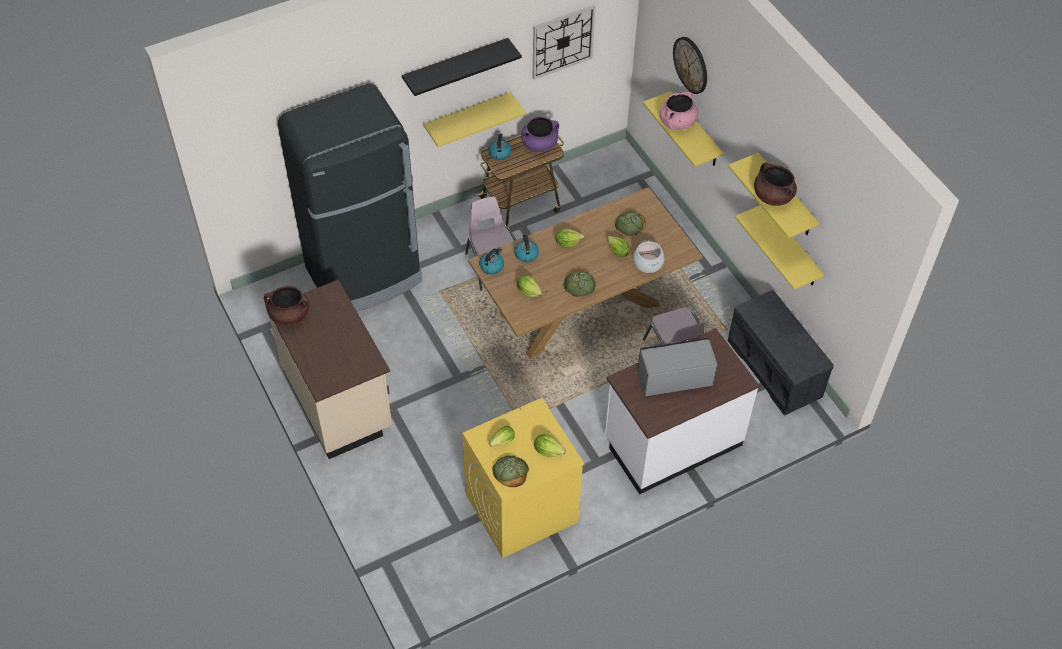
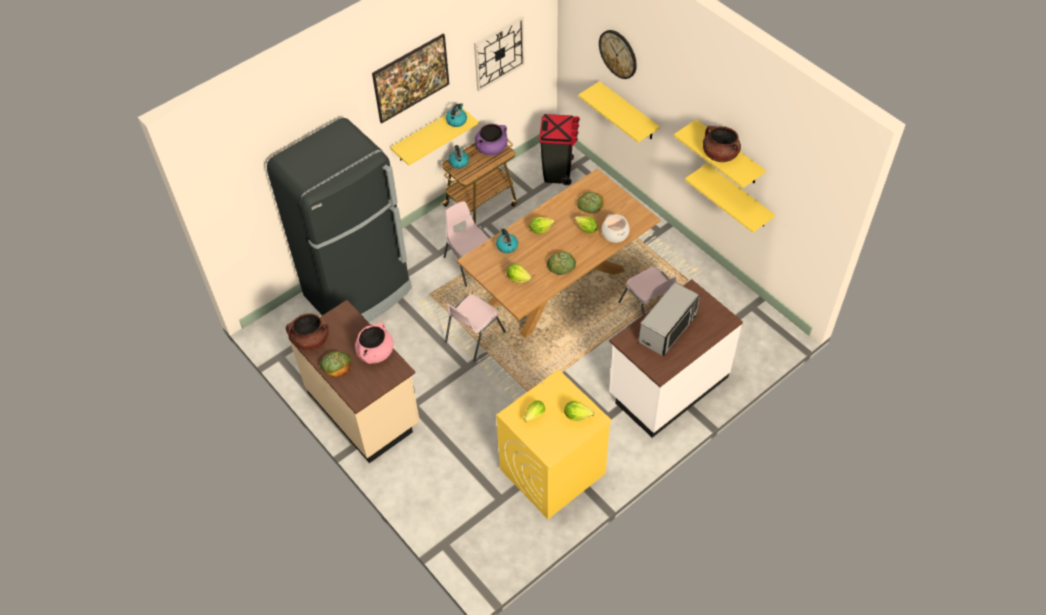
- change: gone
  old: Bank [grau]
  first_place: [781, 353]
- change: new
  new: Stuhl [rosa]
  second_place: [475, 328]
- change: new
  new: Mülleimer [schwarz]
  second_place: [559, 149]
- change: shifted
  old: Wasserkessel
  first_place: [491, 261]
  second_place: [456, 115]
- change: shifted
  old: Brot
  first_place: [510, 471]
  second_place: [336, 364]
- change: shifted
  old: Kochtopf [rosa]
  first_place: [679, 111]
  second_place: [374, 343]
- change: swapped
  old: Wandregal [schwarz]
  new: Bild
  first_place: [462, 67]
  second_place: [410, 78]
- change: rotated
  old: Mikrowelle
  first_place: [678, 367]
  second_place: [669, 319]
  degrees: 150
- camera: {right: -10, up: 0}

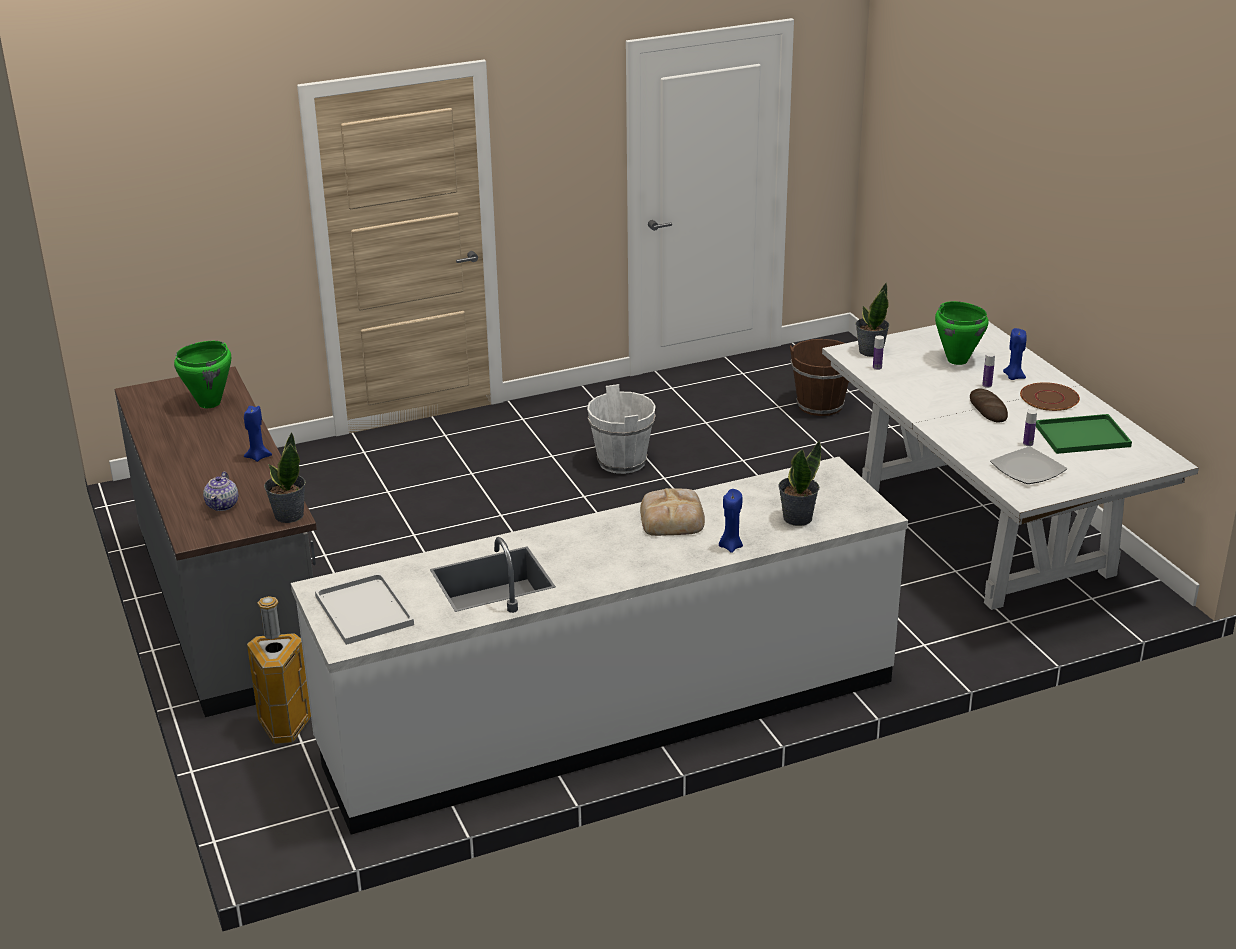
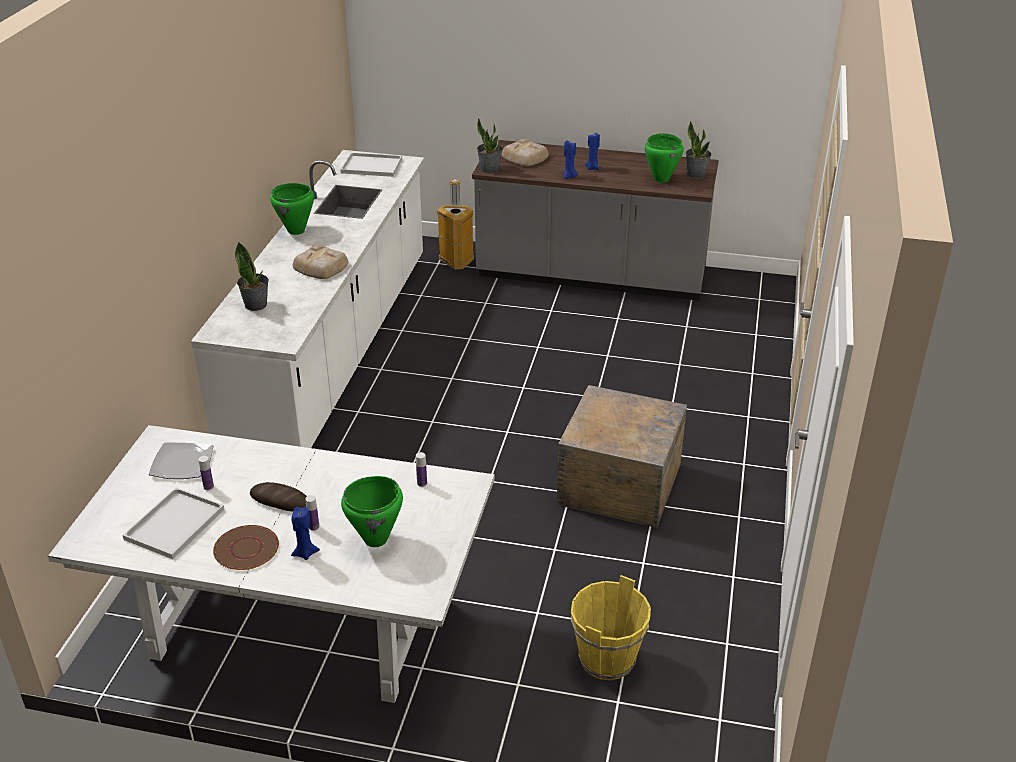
- change: new
  new: Kochtopf [grün]
  second_place: [292, 209]
- change: shifted
  old: Kerze [blau]
  first_place: [731, 521]
  second_place: [592, 151]
- change: shifted
  old: Topfpflanze
  first_place: [872, 320]
  second_place: [698, 150]
- change: swapped
  old: Teekanne
  new: Brot
  first_place: [220, 491]
  second_place: [525, 152]
- change: swapped
  old: Eimer [weiß]
  new: Kiste
  first_place: [621, 429]
  second_place: [621, 456]
- change: repainted
  old: Eimer [braun]
  new: Eimer [gelb]
  first_place: [819, 377]
  second_place: [611, 627]
- change: repainted
  old: Tablett [grün]
  new: Tablett [weiß]
  first_place: [1084, 434]
  second_place: [174, 523]
- camera: {right: 125, up: 5}

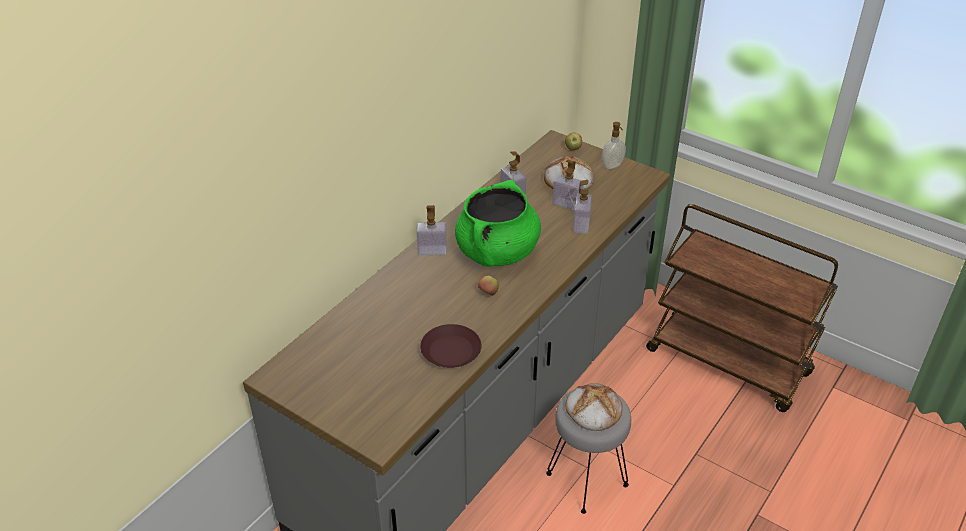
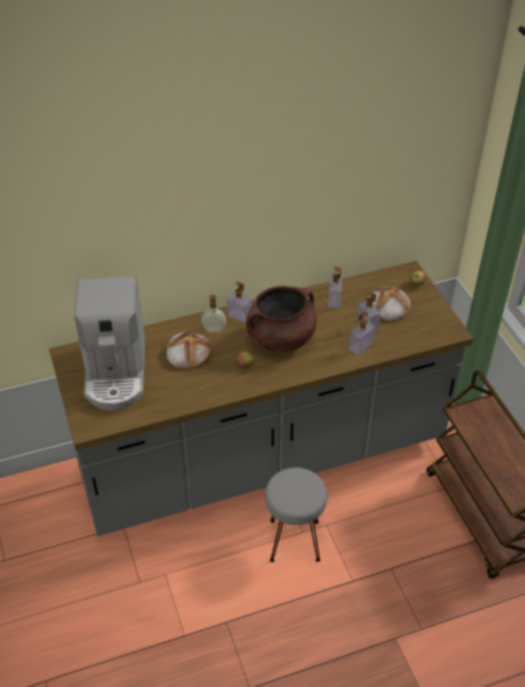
- change: gone
  old: Teller [braun]
  first_place: [450, 346]
- change: new
  new: Kaffeemaschine
  second_place: [109, 344]
- change: shifted
  old: Brot
  first_place: [594, 407]
  second_place: [189, 350]
- change: shifted
  old: Seifenspender
  first_place: [614, 145]
  second_place: [214, 313]
- change: repainted
  old: Kochtopf [grün]
  new: Kochtopf [braun]
  first_place: [498, 223]
  second_place: [281, 318]
- camera: {right: 35, up: 5}

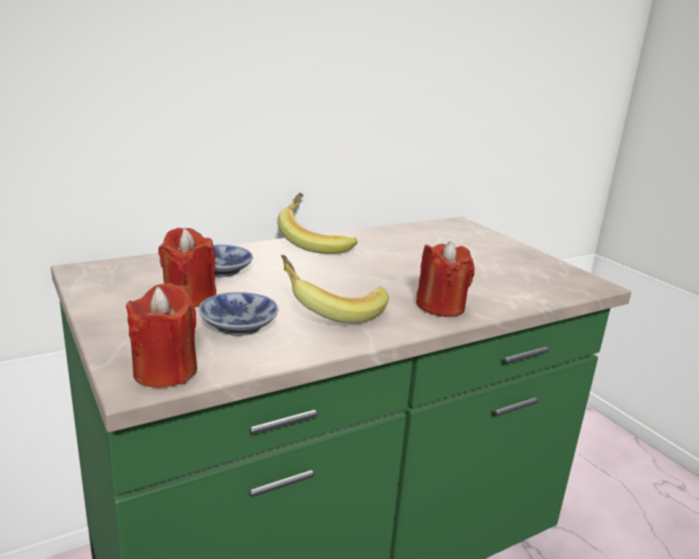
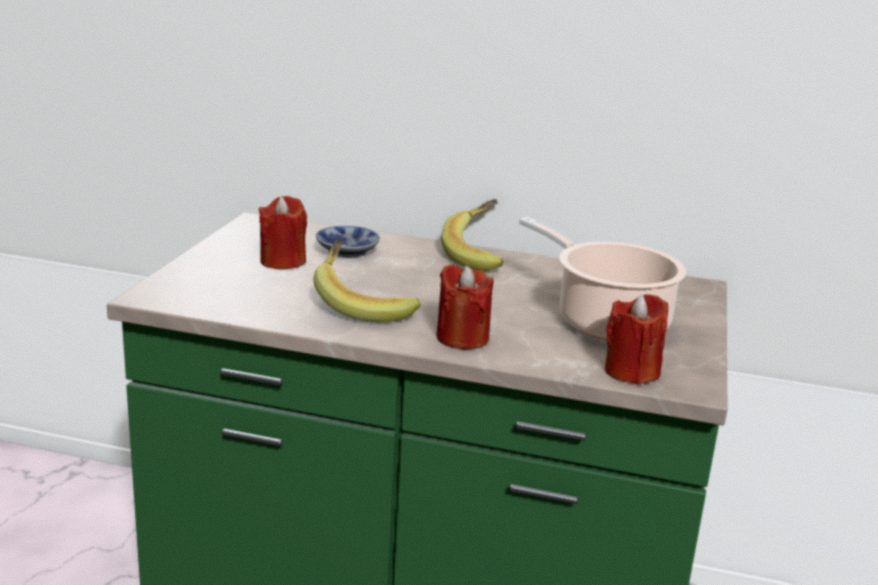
- change: gone
  old: Schüssel
  first_place: [238, 314]
- change: new
  new: Kochtopf
  second_place: [602, 278]
- change: shifted
  old: Kerze [rot]
  first_place: [161, 335]
  second_place: [636, 339]
- camera: {right: 45, up: 0}

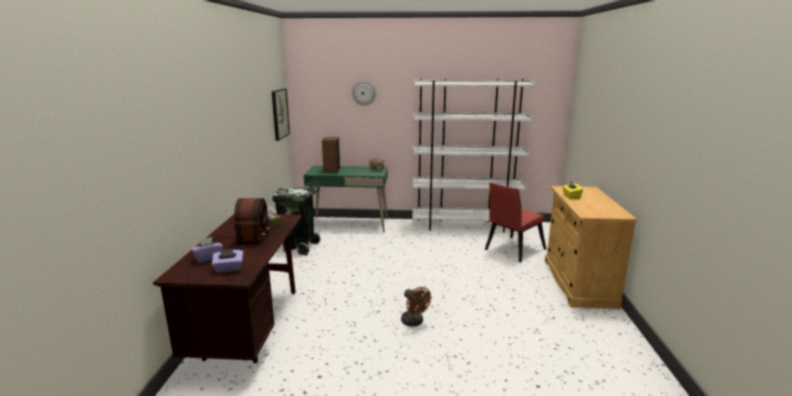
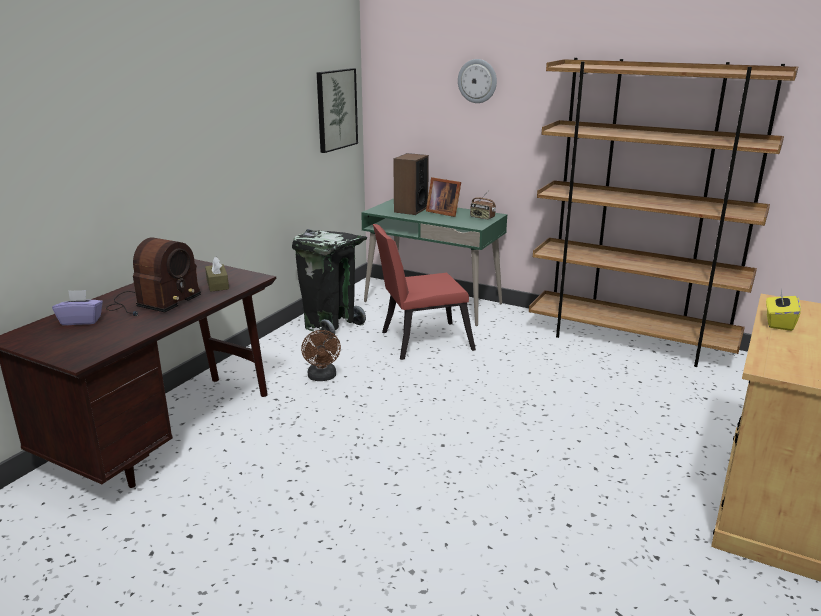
- change: gone
  old: Taschentuchbox [lila]
  first_place: [227, 261]
- change: new
  new: Bilderrahmen
  second_place: [443, 197]
- change: shifted
  old: Ventilator [braun]
  first_place: [416, 306]
  second_place: [321, 355]
- change: shifted
  old: Stuhl [rot]
  first_place: [515, 222]
  second_place: [424, 292]
- change: repainted
  old: Bücherregal [weiß]
  new: Bücherregal [braun]
  first_place: [474, 156]
  second_place: [663, 212]
- camera: {right: 25, up: 5}

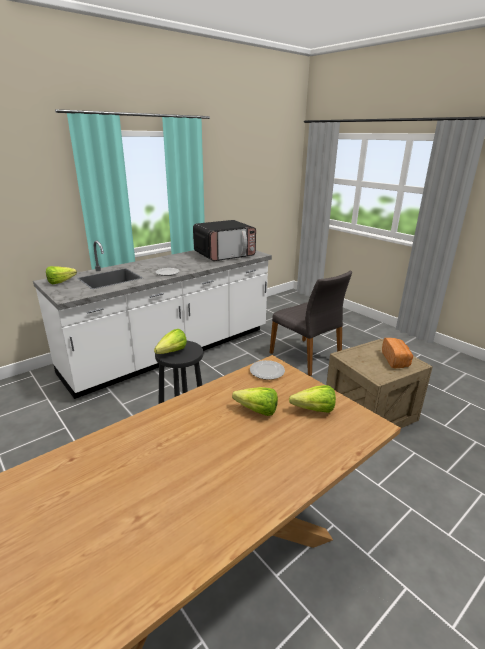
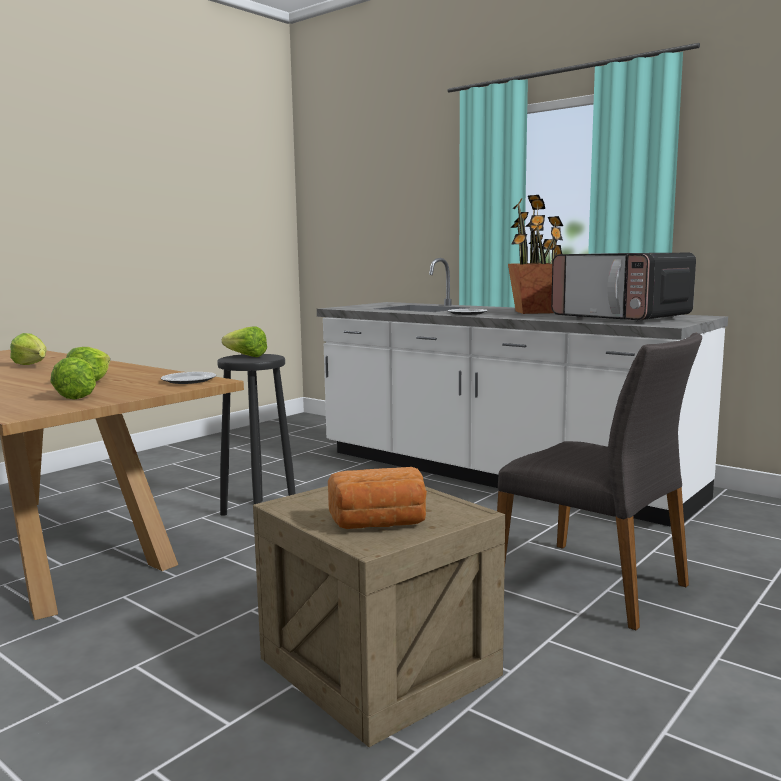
- change: new
  new: Topfpflanze
  second_place: [535, 254]
- change: shifted
  old: Salatkopf
  first_place: [61, 275]
  second_place: [28, 349]
- change: rotated
  old: Stuhl [grau]
  first_place: [310, 323]
  second_place: [599, 481]
  degrees: -90
- camera: {right: 80, up: -15}

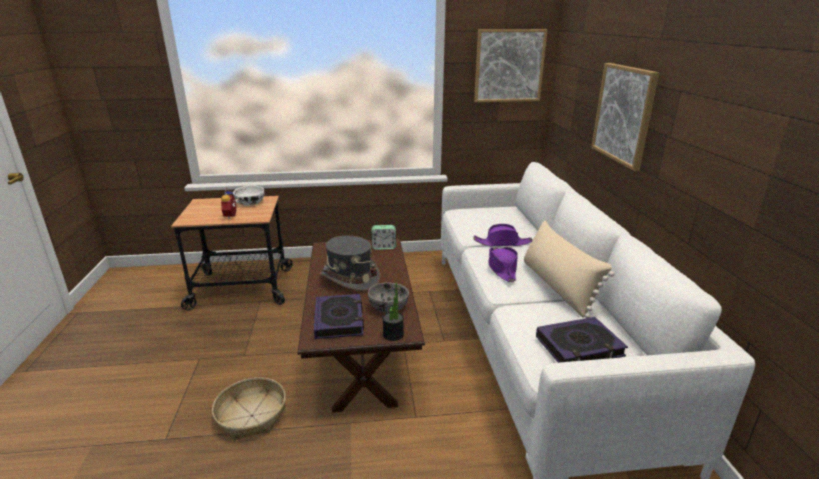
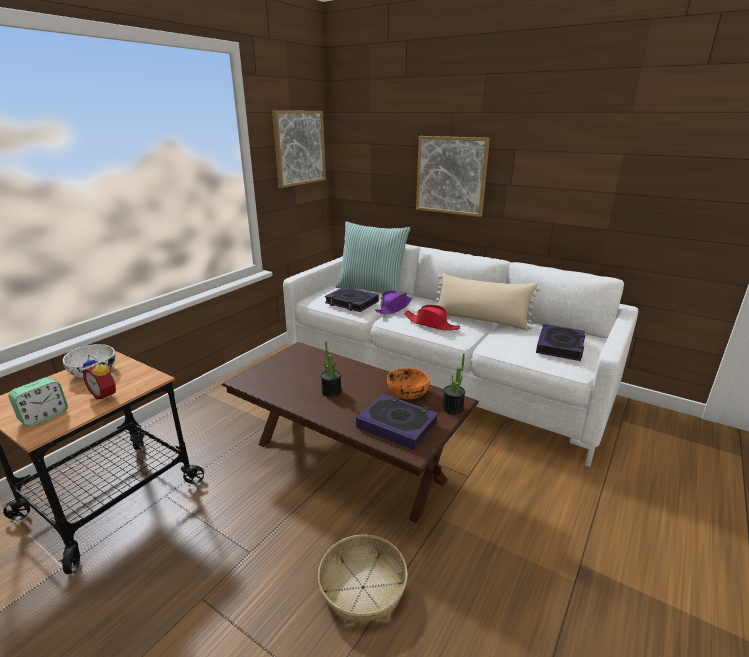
- change: new
  new: Buch
  second_place: [352, 299]
- change: new
  new: Kissen
  second_place: [373, 257]
- change: shifted
  old: Wecker
  first_place: [383, 237]
  second_place: [38, 402]
- change: swapped
  old: Hut [grau]
  new: Topfpflanze
  first_place: [350, 264]
  second_place: [331, 369]
- change: repainted
  old: Schüssel [grau]
  new: Schüssel [orange]
  first_place: [388, 297]
  second_place: [408, 383]
- change: repainted
  old: Hut [lila]
  new: Hut [rot]
  first_place: [503, 264]
  second_place: [432, 318]
- camera: {right: -50, up: 0}

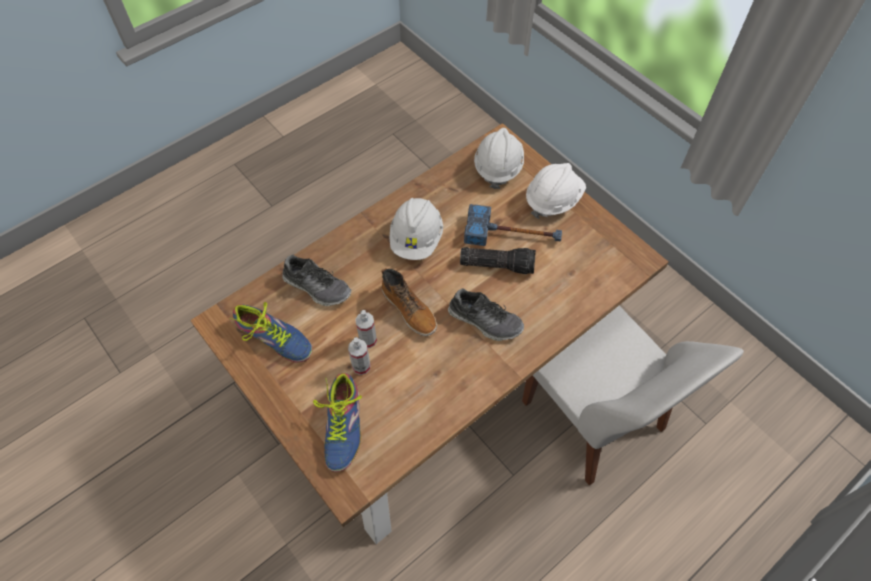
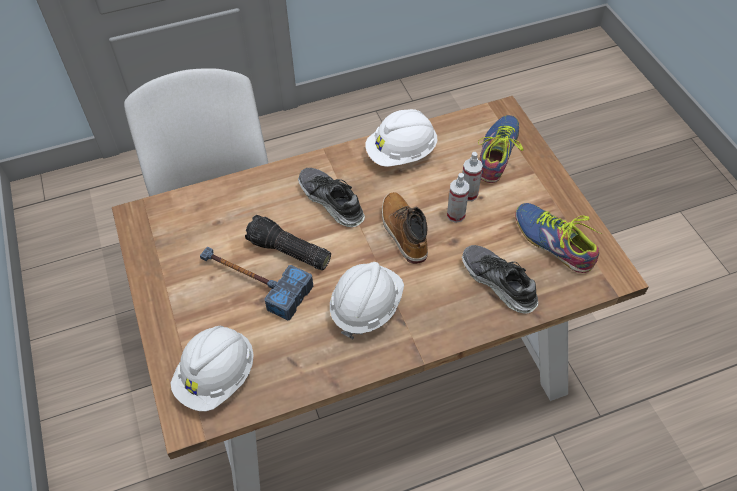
- change: shifted
  old: Schutzhelm [weiß]
  first_place: [556, 191]
  second_place: [401, 138]
- camera: {right: -160, up: -5}

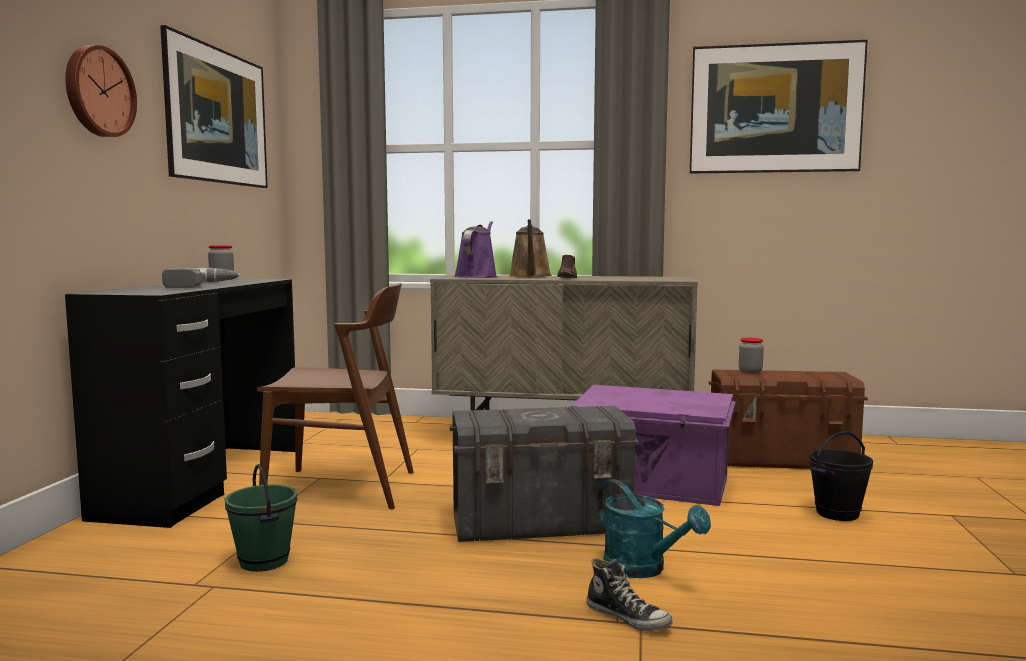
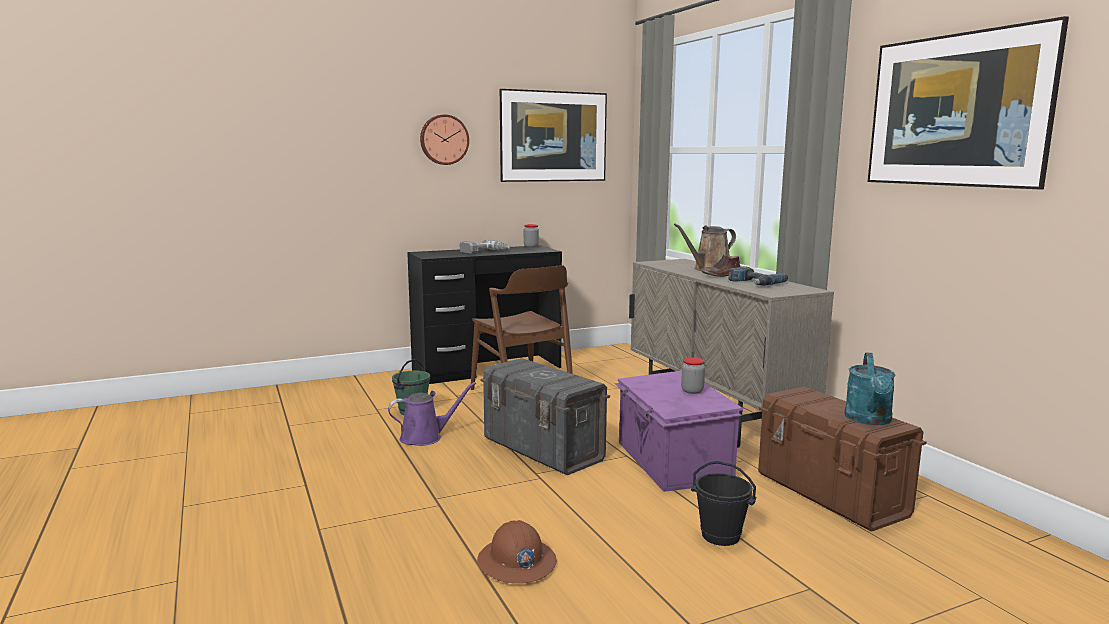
- change: gone
  old: Schuh
  first_place: [630, 594]
- change: new
  new: Schutzhelm [braun]
  second_place: [517, 552]
- change: new
  new: Bohrmaschine
  second_place: [758, 276]
- change: shifted
  old: Gießkanne [lila]
  first_place: [475, 249]
  second_place: [432, 414]
- change: shifted
  old: Gießkanne [türkis]
  first_place: [654, 528]
  second_place: [870, 388]
- change: shifted
  old: Vorratsglas
  first_place: [751, 356]
  second_place: [693, 375]
- camera: {right: 55, up: 5}

